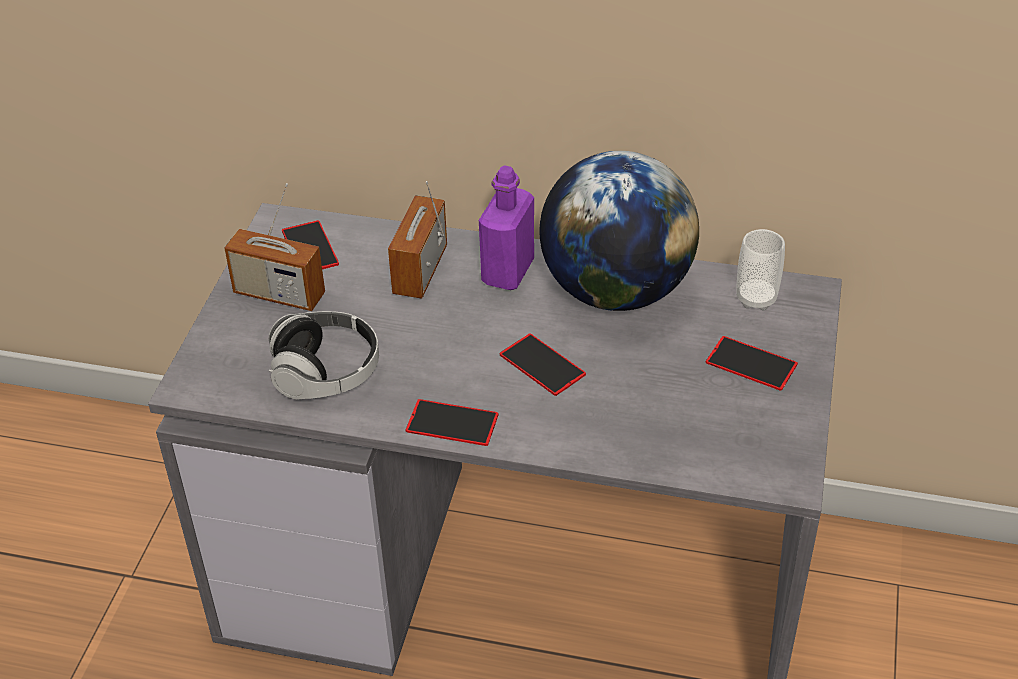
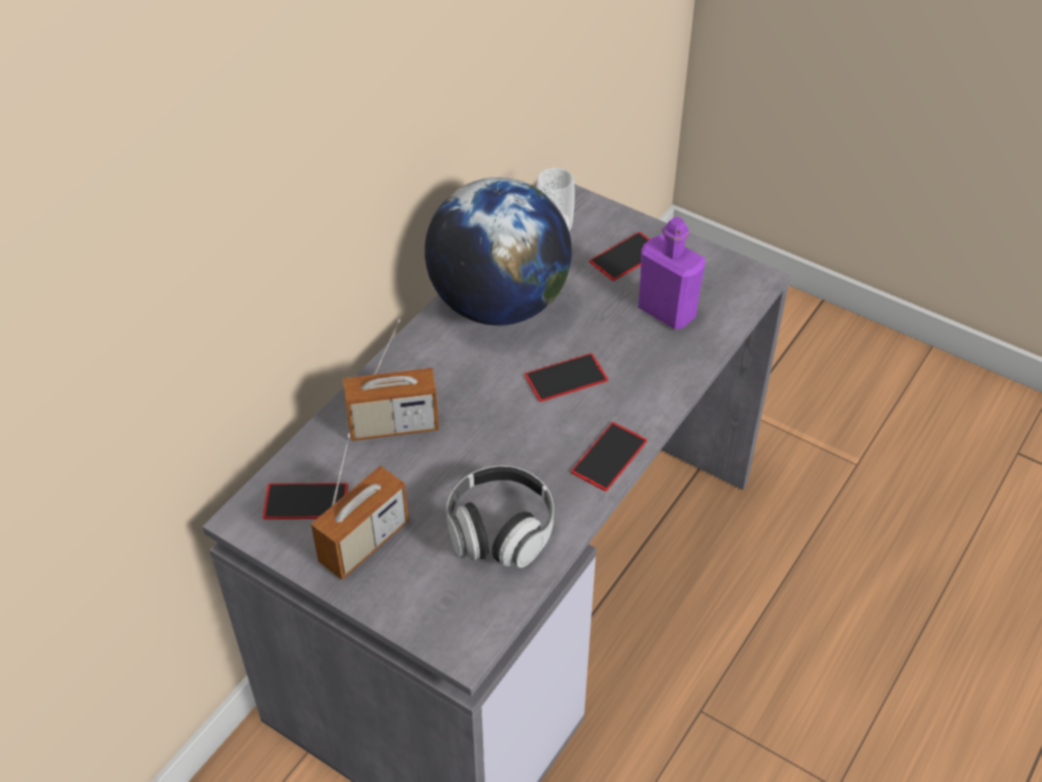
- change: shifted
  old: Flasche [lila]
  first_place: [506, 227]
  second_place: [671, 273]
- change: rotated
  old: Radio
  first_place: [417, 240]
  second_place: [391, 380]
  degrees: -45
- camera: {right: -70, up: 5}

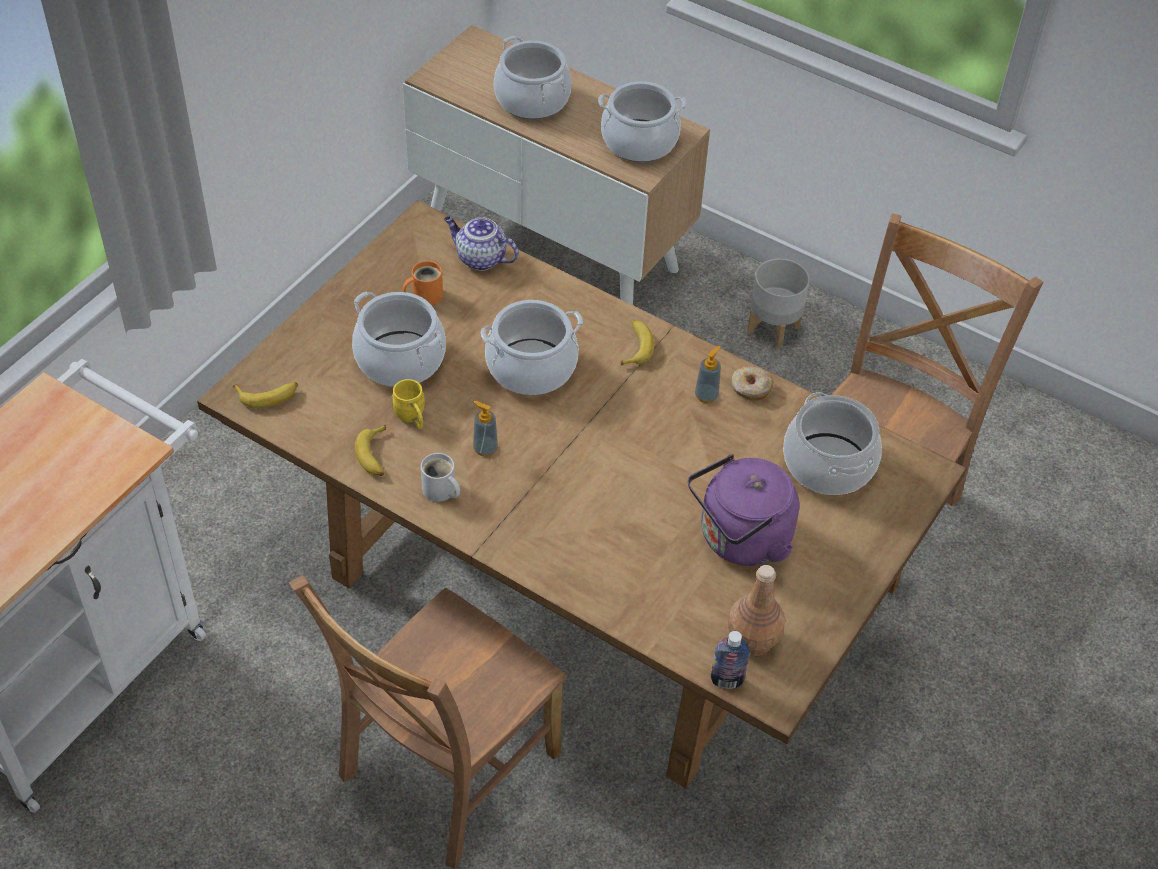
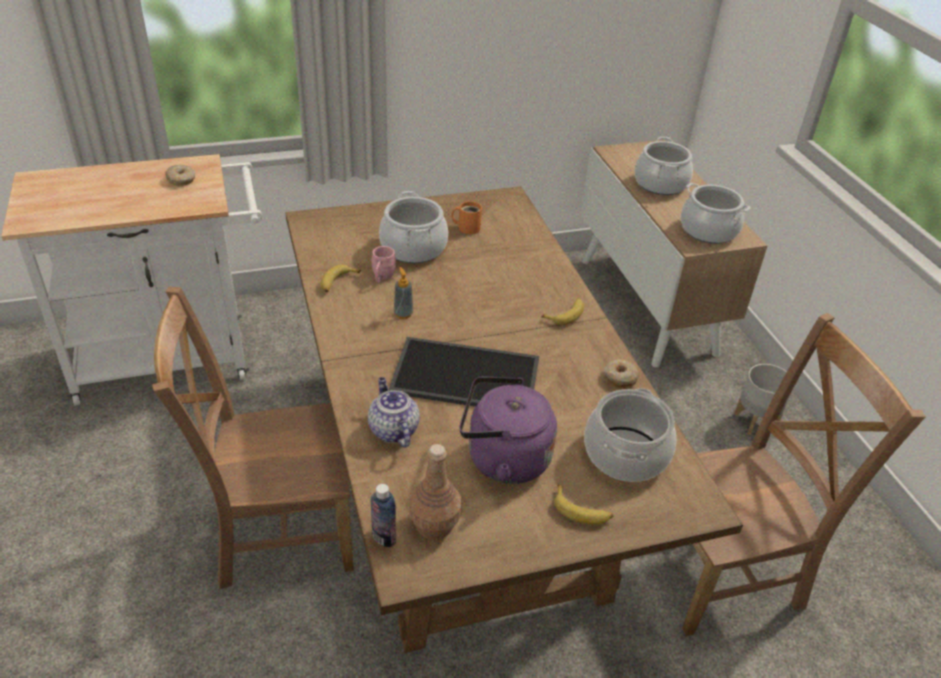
- change: gone
  old: Henkelbecher [weiß]
  first_place: [440, 477]
- change: gone
  old: Kochtopf
  first_place: [532, 347]
- change: gone
  old: Seifenspender
  first_place: [708, 374]
- change: new
  new: Donut
  second_place: [180, 175]
- change: new
  new: Tablett
  second_place: [464, 372]
- change: shifted
  old: Banane
  first_place: [265, 395]
  second_place: [583, 504]
- change: shifted
  old: Teekanne
  first_place: [481, 243]
  second_place: [394, 412]
- change: repainted
  old: Henkelbecher [gelb]
  new: Henkelbecher [rosa]
  first_place: [408, 404]
  second_place: [383, 264]
- camera: {right: 40, up: -10}

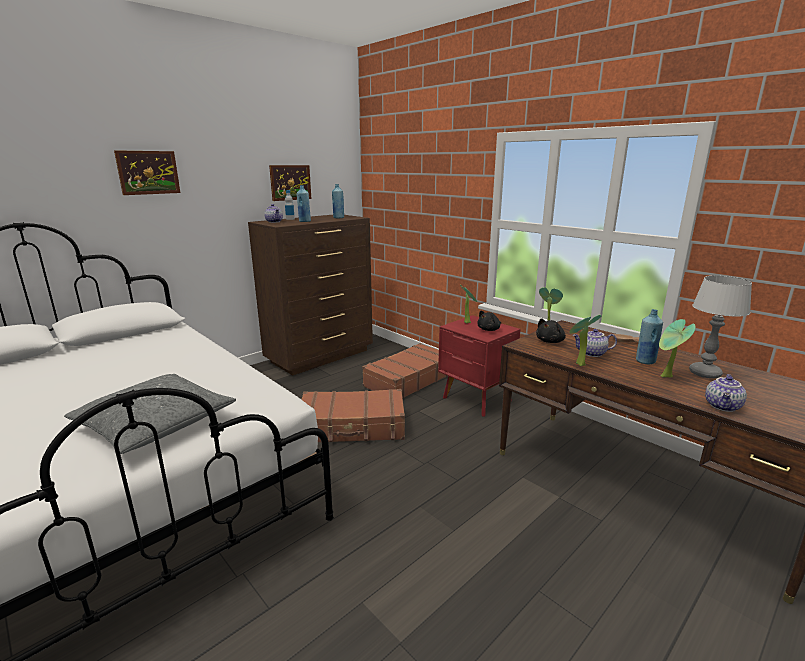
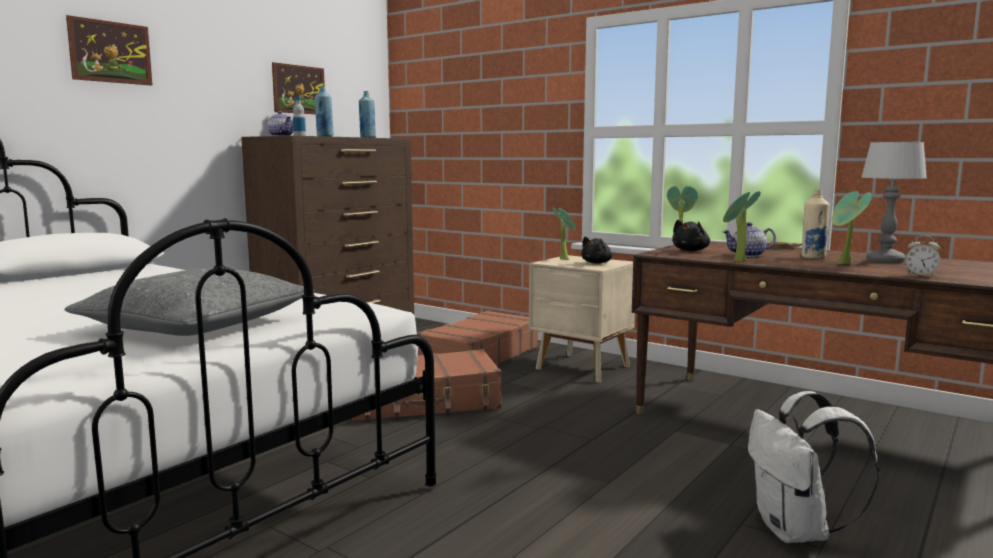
- change: new
  new: Rucksack [weiß]
  second_place: [813, 467]
- change: swapped
  old: Teekanne
  new: Wecker
  first_place: [726, 393]
  second_place: [923, 256]
- change: repainted
  old: Nachttisch [rot]
  new: Nachttisch [beige]
  first_place: [479, 365]
  second_place: [582, 318]
- change: repainted
  old: Flasche [blau]
  new: Flasche [beige]
  first_place: [649, 336]
  second_place: [815, 224]
- camera: {right: -10, up: -10}

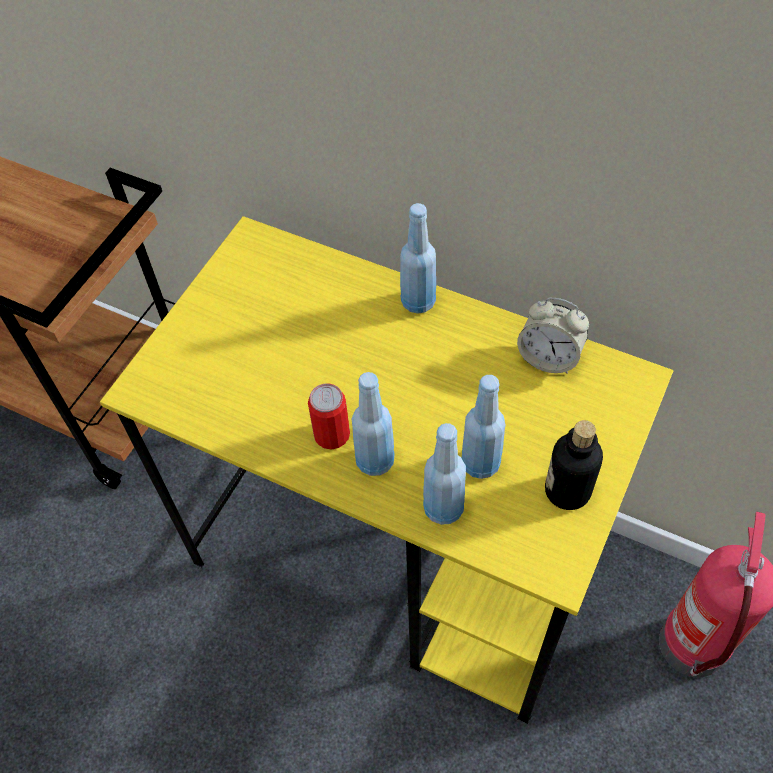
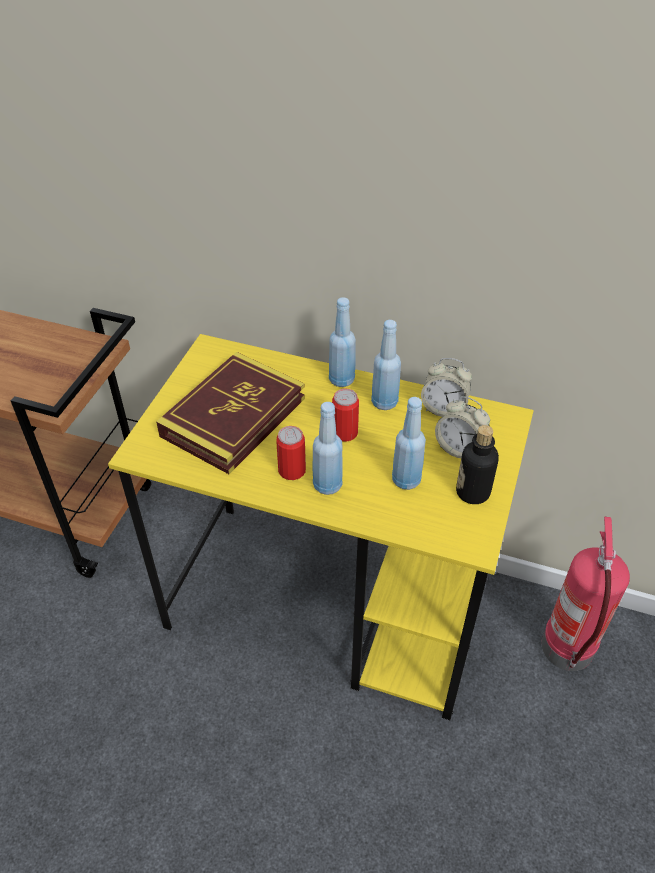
- change: new
  new: Buch
  second_place: [230, 413]
- change: new
  new: Dose
  second_place: [345, 415]
- change: new
  new: Wecker
  second_place: [462, 427]
- change: shifted
  old: Flasche [blau]
  first_place: [444, 474]
  second_place: [386, 365]
- camera: {right: -10, up: -10}

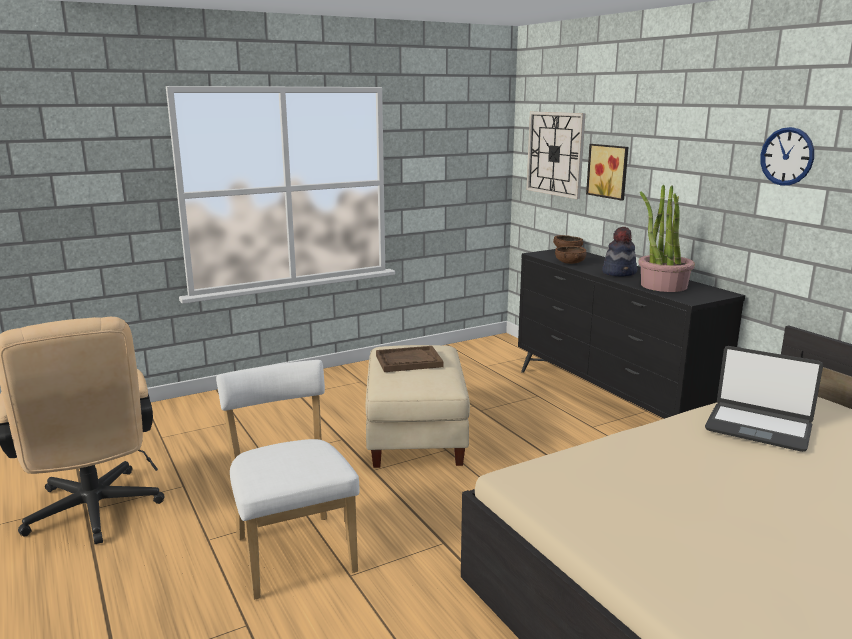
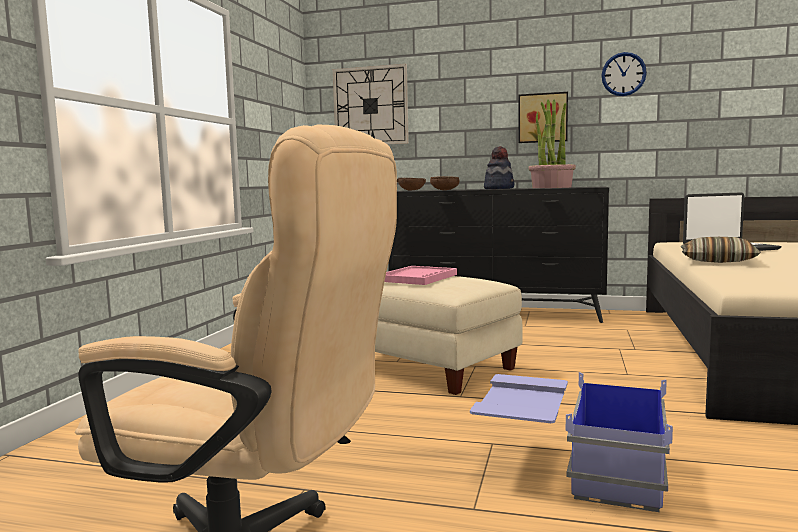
- change: new
  new: Kissen
  second_place: [721, 250]
- change: shifted
  old: Bild
  first_place: [607, 172]
  second_place: [543, 117]
- change: swapped
  old: Stuhl [weiß]
  new: Aufbewahrungsbox [blau]
  first_place: [287, 480]
  second_place: [571, 442]
- change: repainted
  old: Tablett [braun]
  new: Tablett [rosa]
  first_place: [410, 359]
  second_place: [420, 275]
- camera: {right: -45, up: -10}

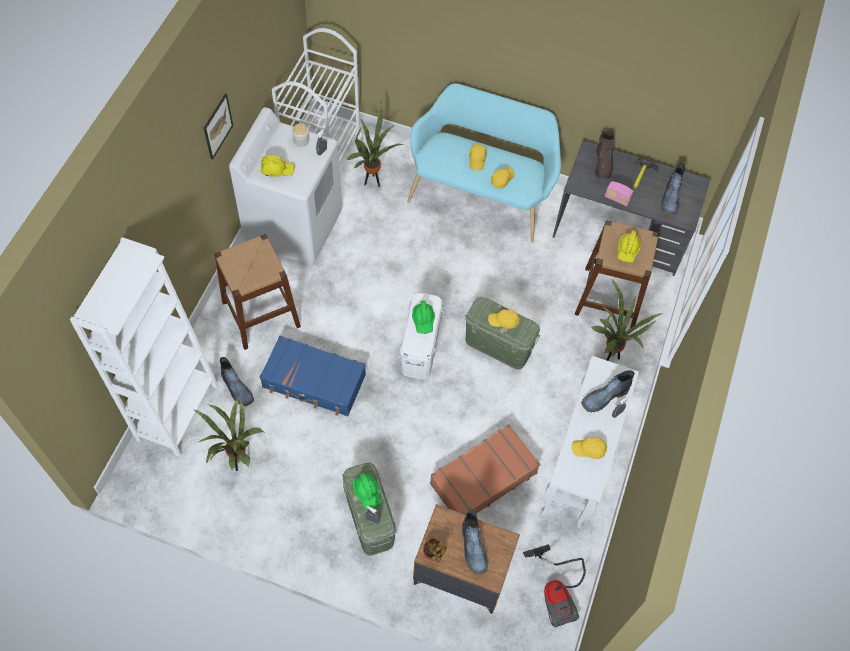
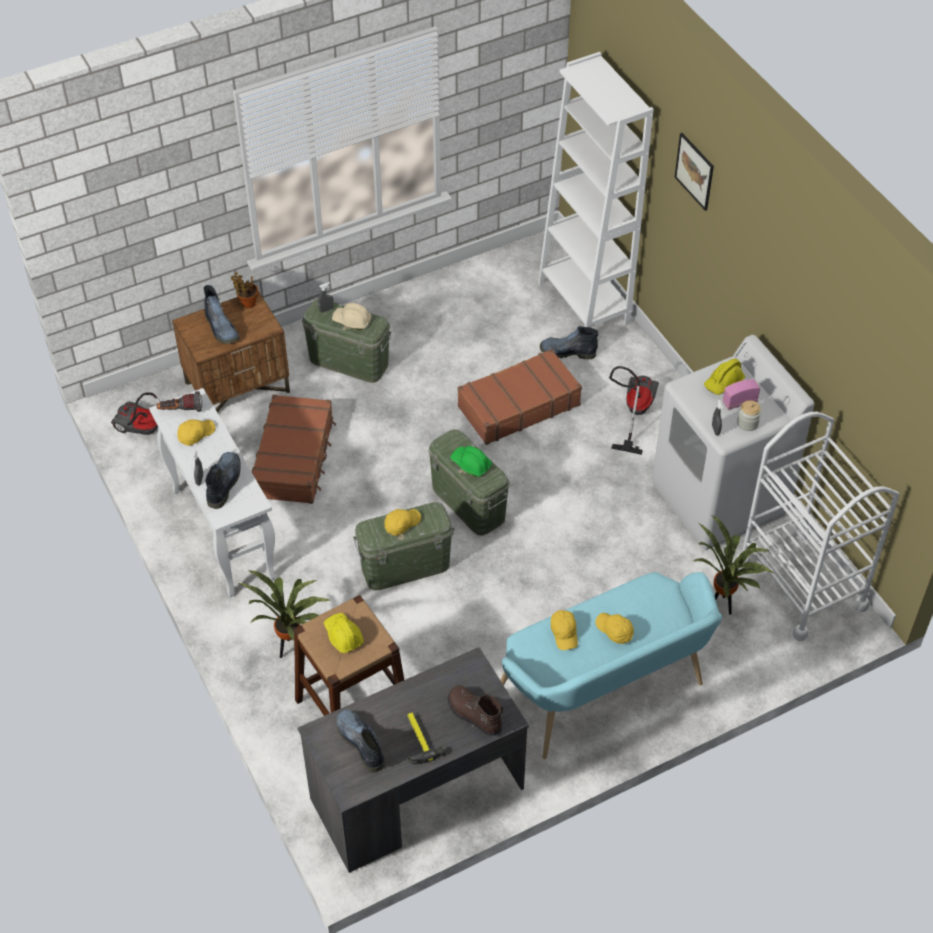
- change: gone
  old: Topfpflanze
  first_place: [229, 434]
- change: new
  new: Taschenlampe
  second_place: [180, 401]
- change: shifted
  old: Bild
  first_place: [218, 126]
  second_place: [694, 172]
- change: shifted
  old: Radio
  first_place: [619, 193]
  second_place: [741, 394]
- change: swapped
  old: Hocker [braun]
  new: Staubsauger
  first_place: [257, 292]
  second_place: [634, 410]
- change: repainted
  old: Koffer [blau]
  new: Koffer [braun]
  first_place: [313, 376]
  second_place: [520, 397]
- change: repainted
  old: Schutzhelm [grün]
  new: Schutzhelm [beige]
  first_place: [367, 491]
  second_place: [352, 316]
- change: repainted
  old: Aufbewahrungsbox [weiß]
  new: Aufbewahrungsbox [grün]
  first_place: [421, 336]
  second_place: [469, 482]
- change: rotated
  old: Stiefel
  first_place: [475, 542]
  second_place: [221, 314]
  degrees: -150
- camera: {right: 135, up: -10}

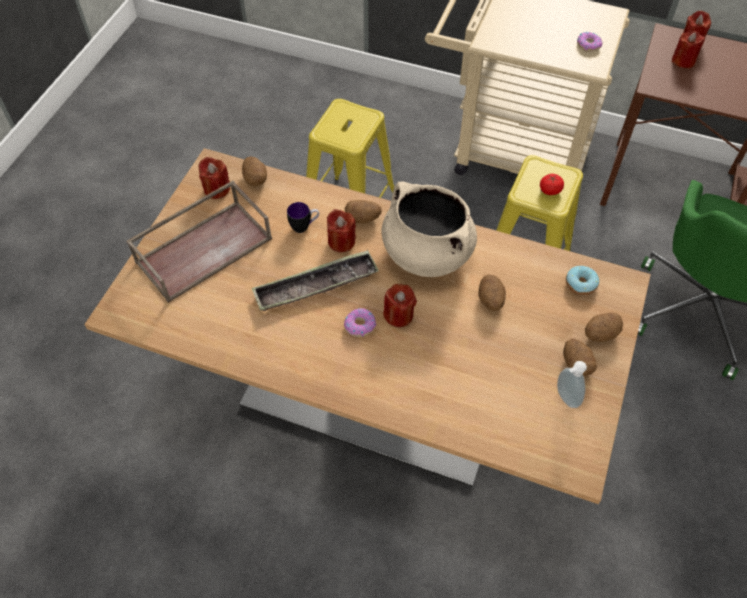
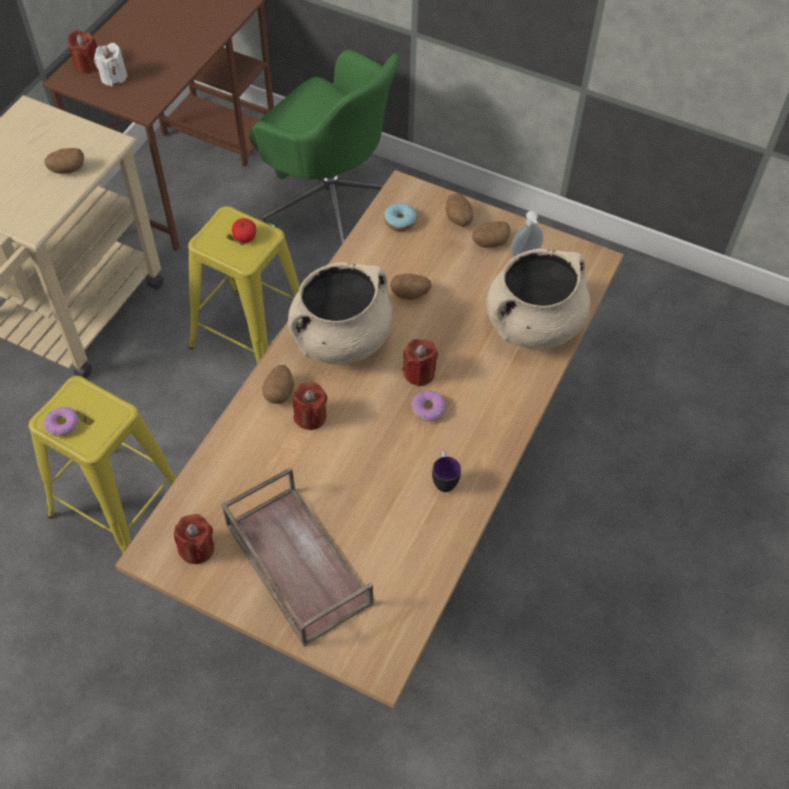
- change: gone
  old: Tablett
  first_place: [315, 280]
- change: new
  new: Kochtopf [beige]
  second_place: [538, 298]
- change: shifted
  old: Kartoffel
  first_place: [254, 171]
  second_place: [64, 161]
- change: shifted
  old: Henkelbecher
  first_place: [303, 217]
  second_place: [446, 471]
- change: shifted
  old: Donut
  first_place: [589, 42]
  second_place: [60, 422]
- change: repainted
  old: Kerze [rot]
  new: Kerze [weiß]
  first_place: [688, 50]
  second_place: [111, 65]
- camera: {right: -85, up: 0}

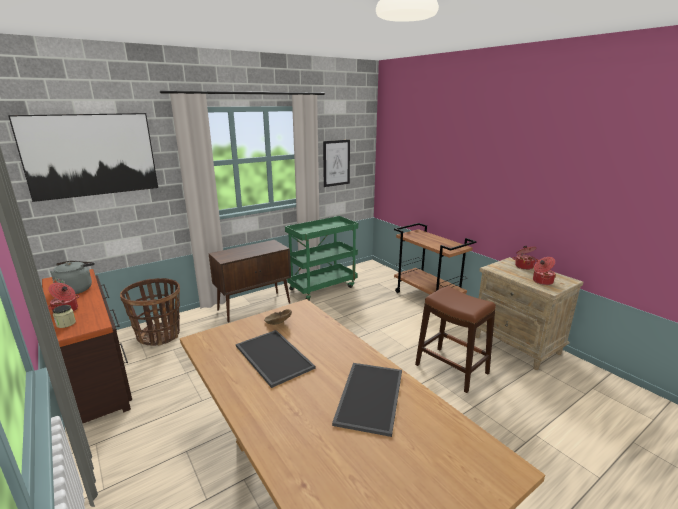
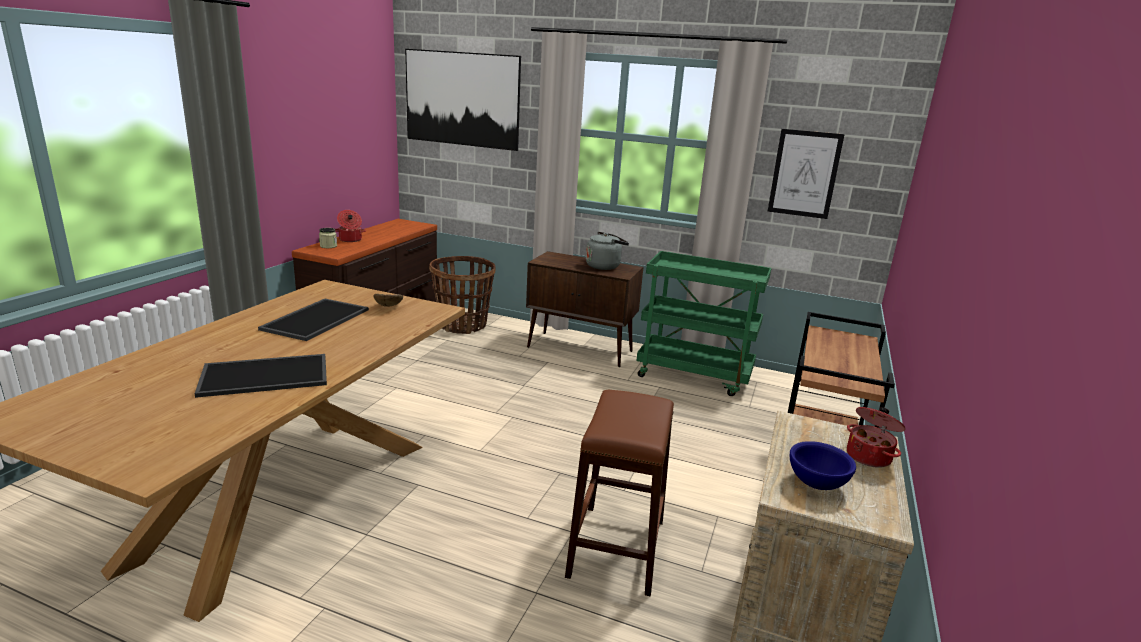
- change: shifted
  old: Wasserkessel [grau]
  first_place: [72, 277]
  second_place: [607, 251]
- change: swapped
  old: Kochtopf
  new: Schüssel [blau]
  first_place: [544, 271]
  second_place: [823, 465]
- camera: {right: 55, up: 0}

